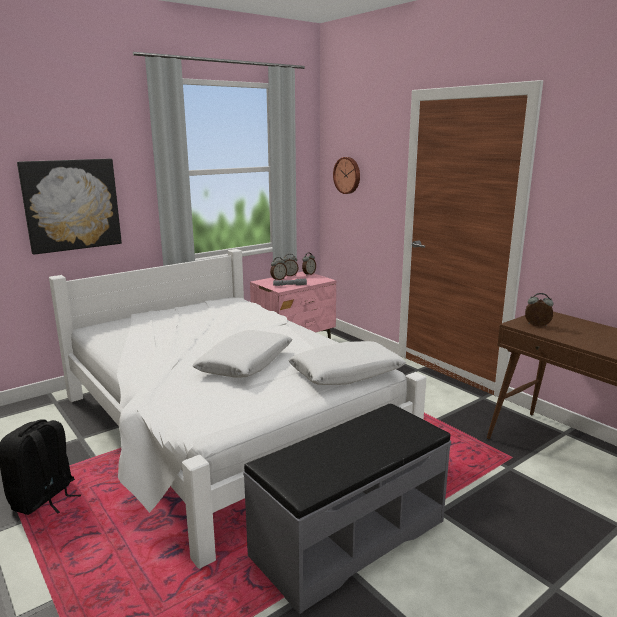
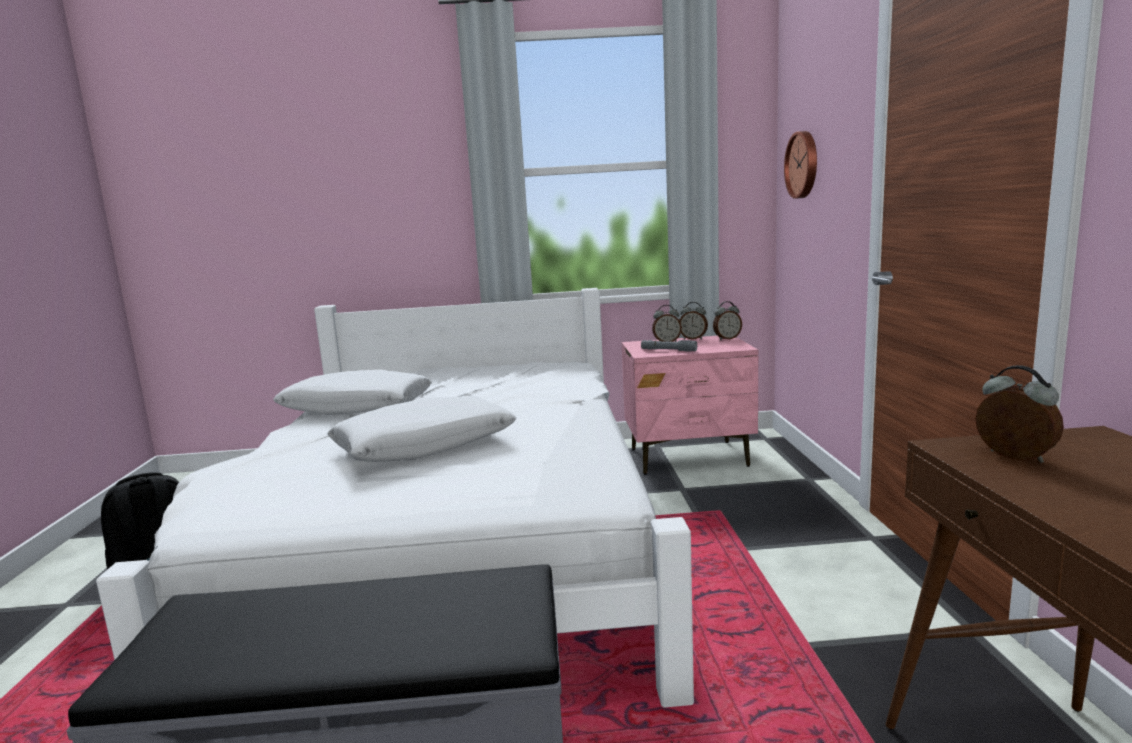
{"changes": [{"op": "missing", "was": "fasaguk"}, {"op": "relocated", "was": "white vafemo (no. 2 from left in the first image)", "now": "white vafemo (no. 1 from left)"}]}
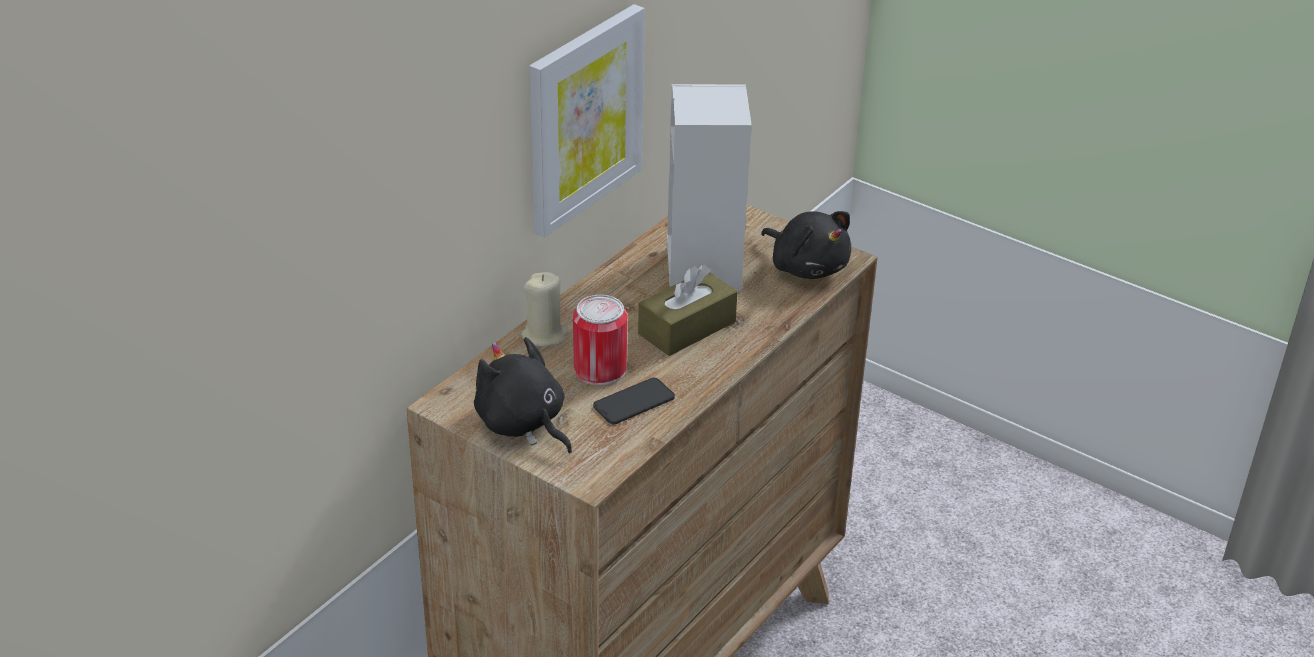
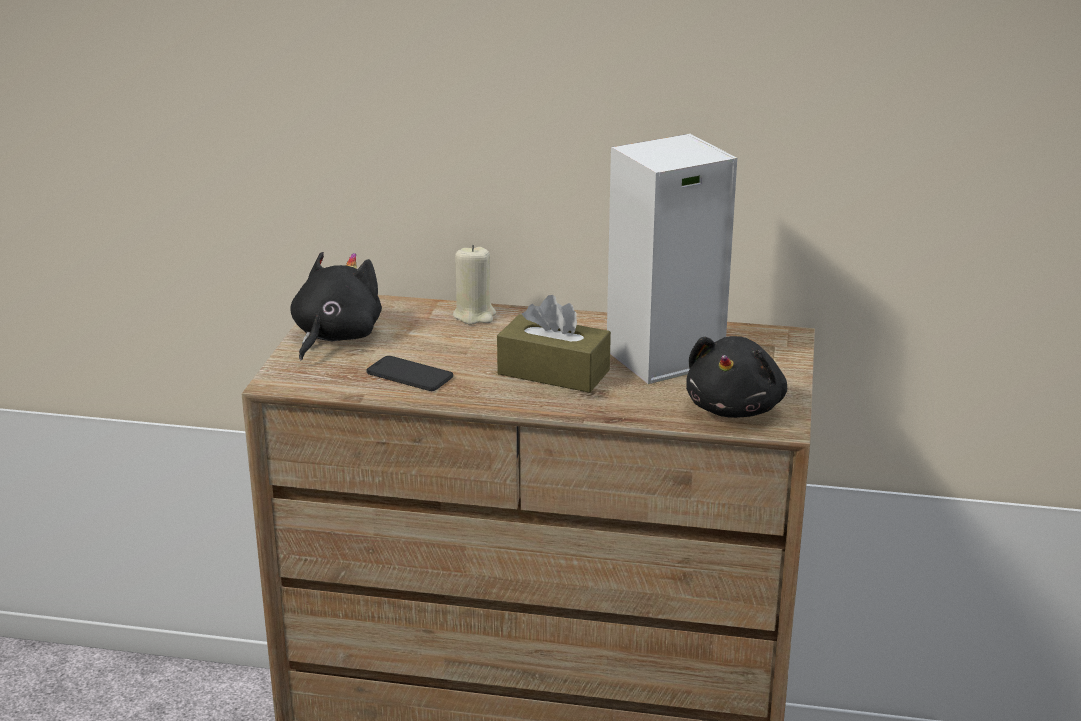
{"changes": [{"op": "missing", "was": "fasaguk"}, {"op": "missing", "was": "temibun"}]}
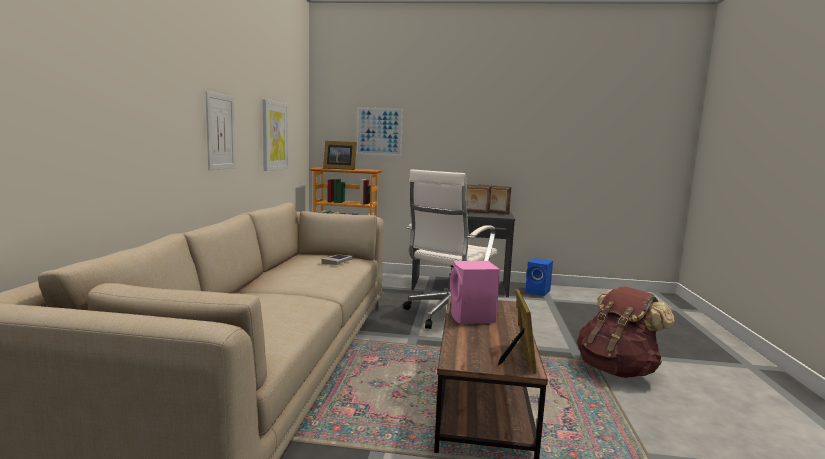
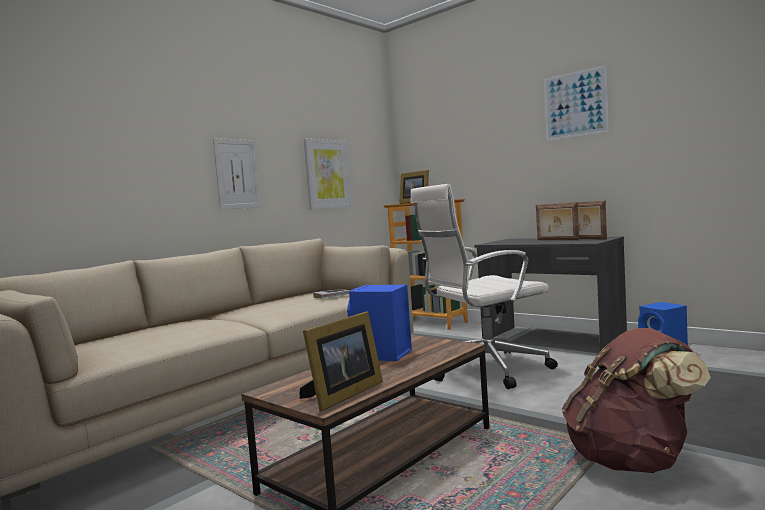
{"changes": [{"op": "relocated", "was": "fasaguk (no. 3 from left)"}, {"op": "colour", "was": "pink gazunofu", "now": "blue gazunofu (no. 1 from left)"}]}
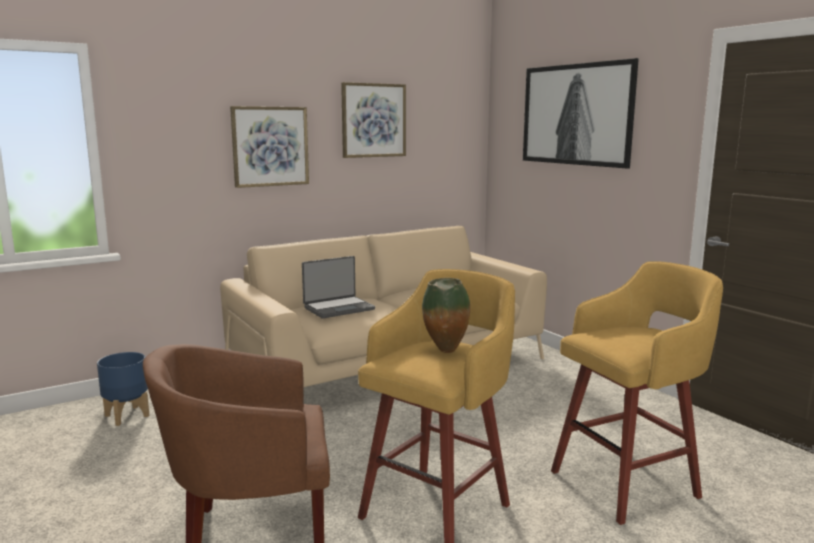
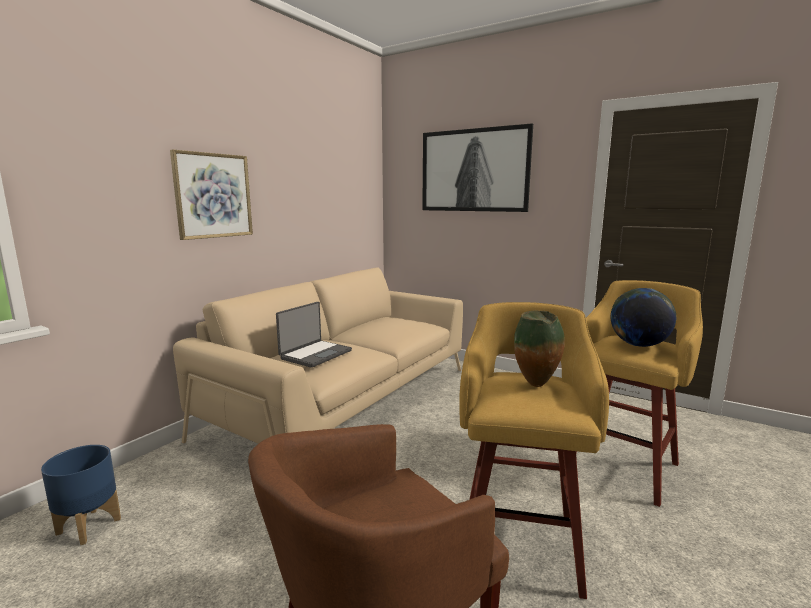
{"changes": [{"op": "missing", "was": "fasaguk (no. 2 from left)"}, {"op": "appeared", "now": "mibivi"}]}
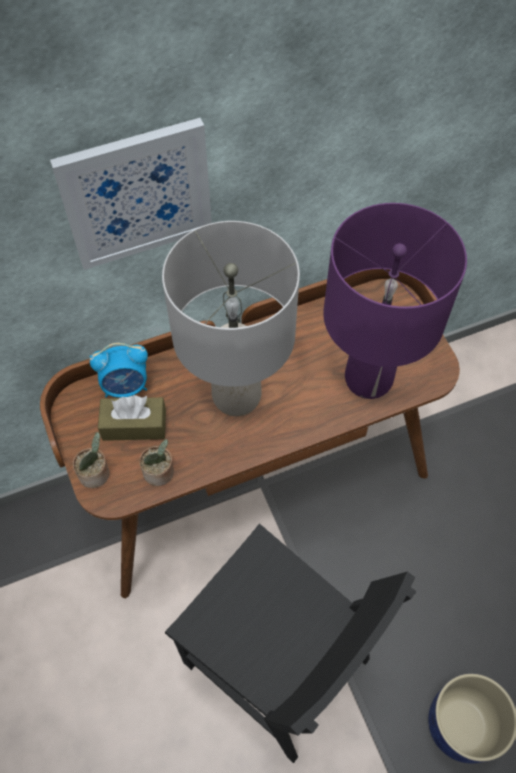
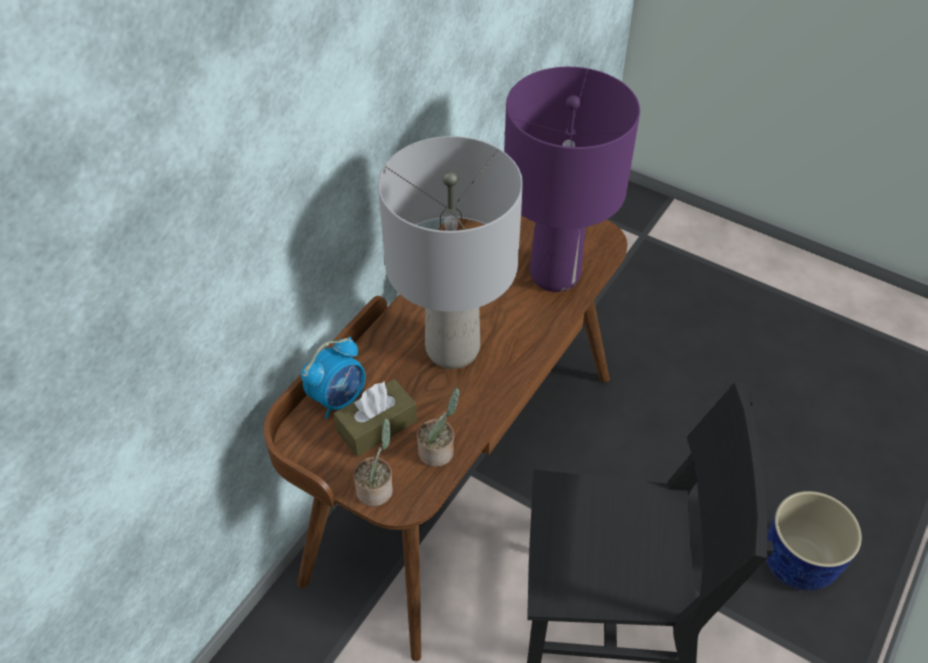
{"changes": [{"op": "missing", "was": "fasaguk"}]}
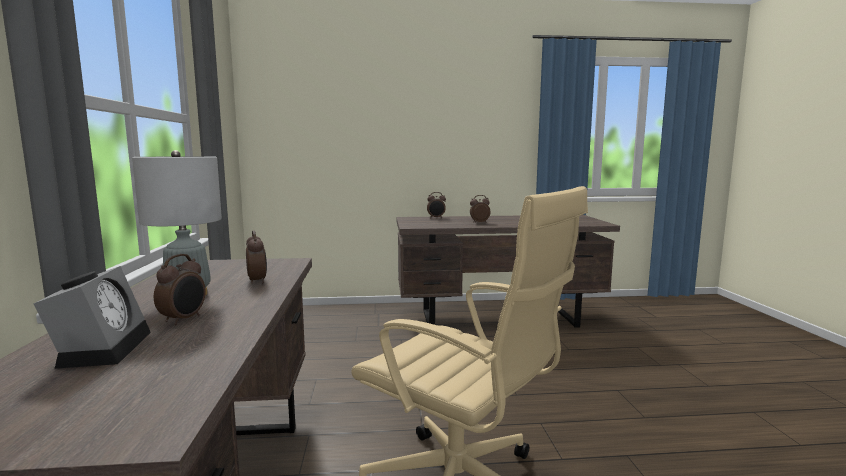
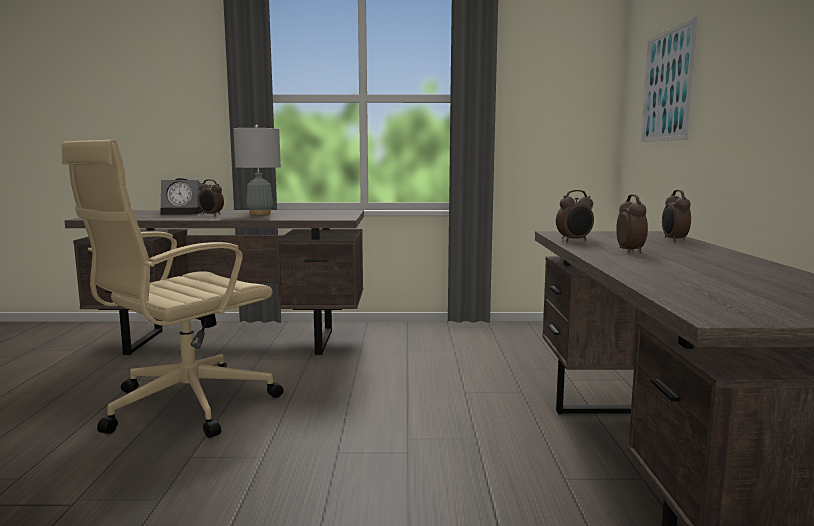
{"changes": [{"op": "relocated", "was": "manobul (no. 3 from left)"}, {"op": "appeared", "now": "fasaguk"}]}
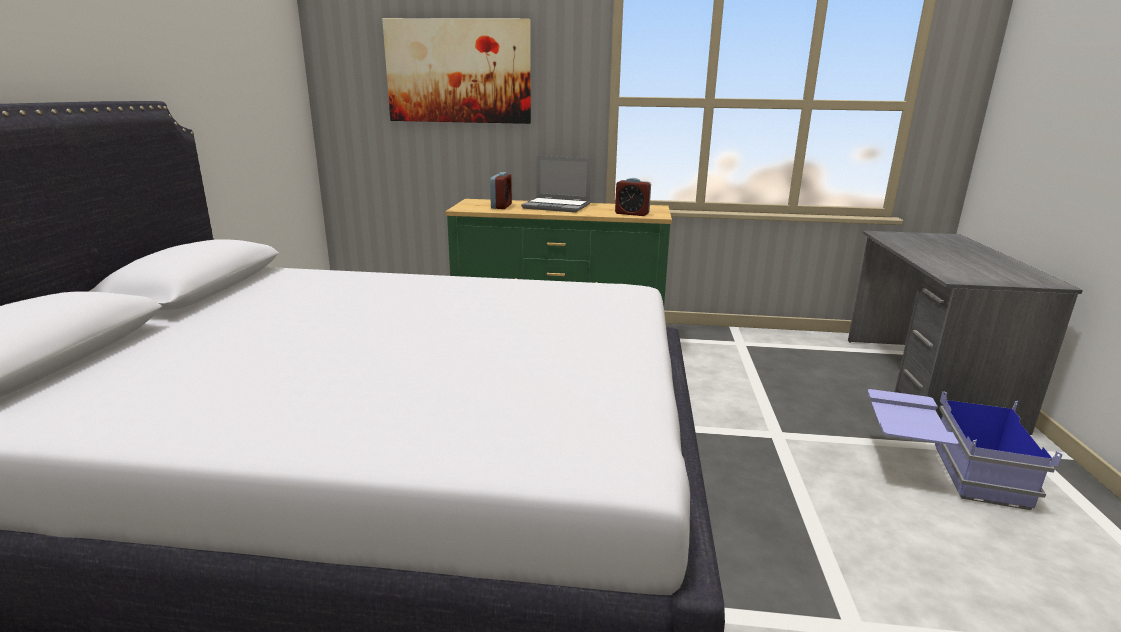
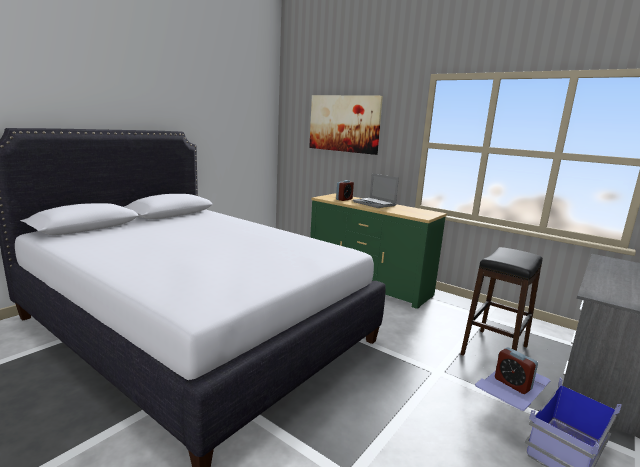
{"changes": [{"op": "relocated", "was": "manobul (no. 2 from left)"}, {"op": "appeared", "now": "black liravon"}]}
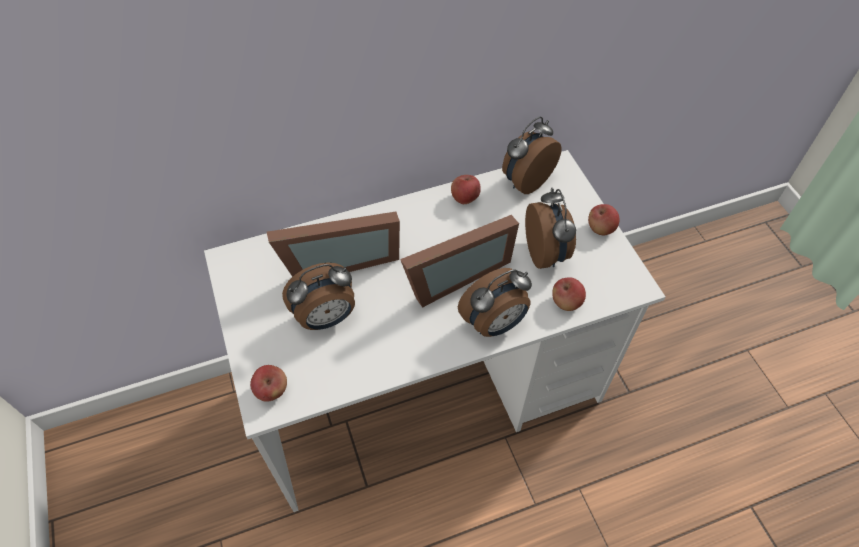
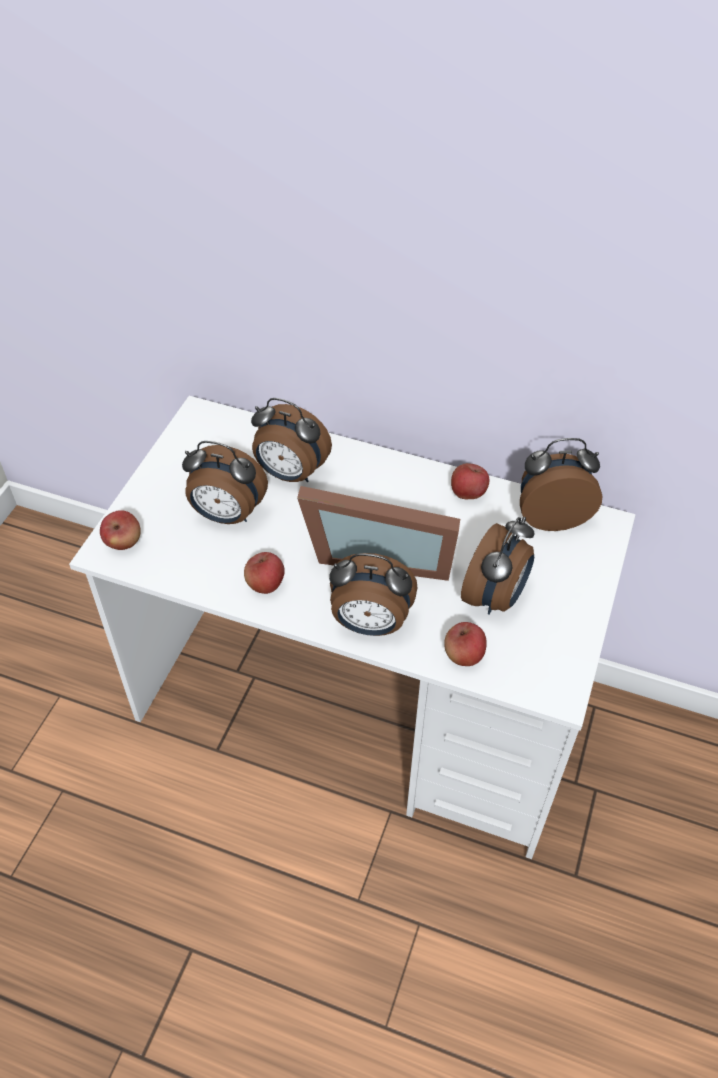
{"changes": [{"op": "exchanged", "was": "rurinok (no. 1 from left)", "now": "manobul (no. 2 from left)"}, {"op": "relocated", "was": "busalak (no. 4 from left in the first image)", "now": "busalak (no. 2 from left)"}]}
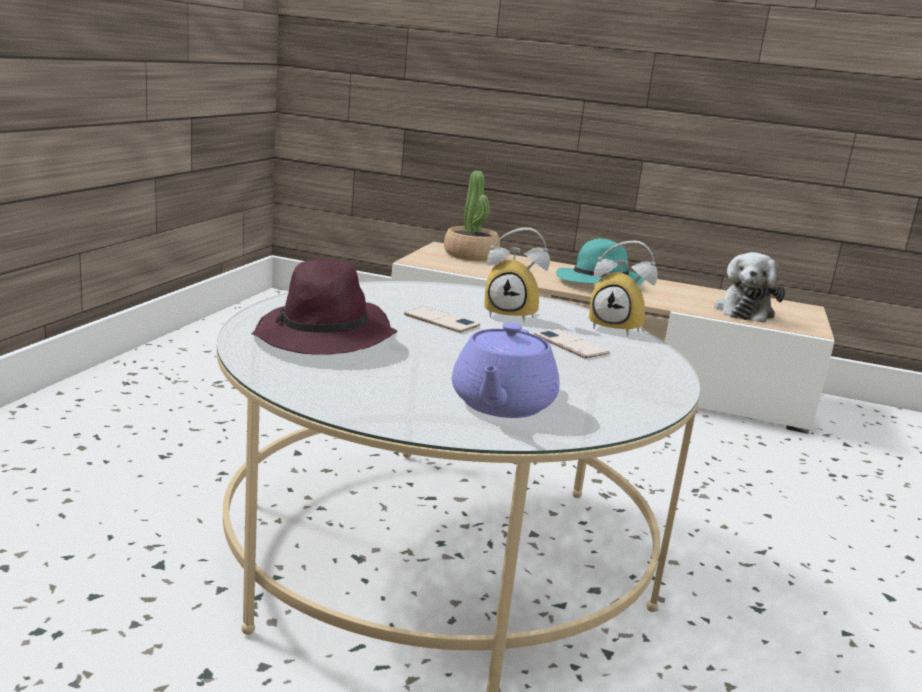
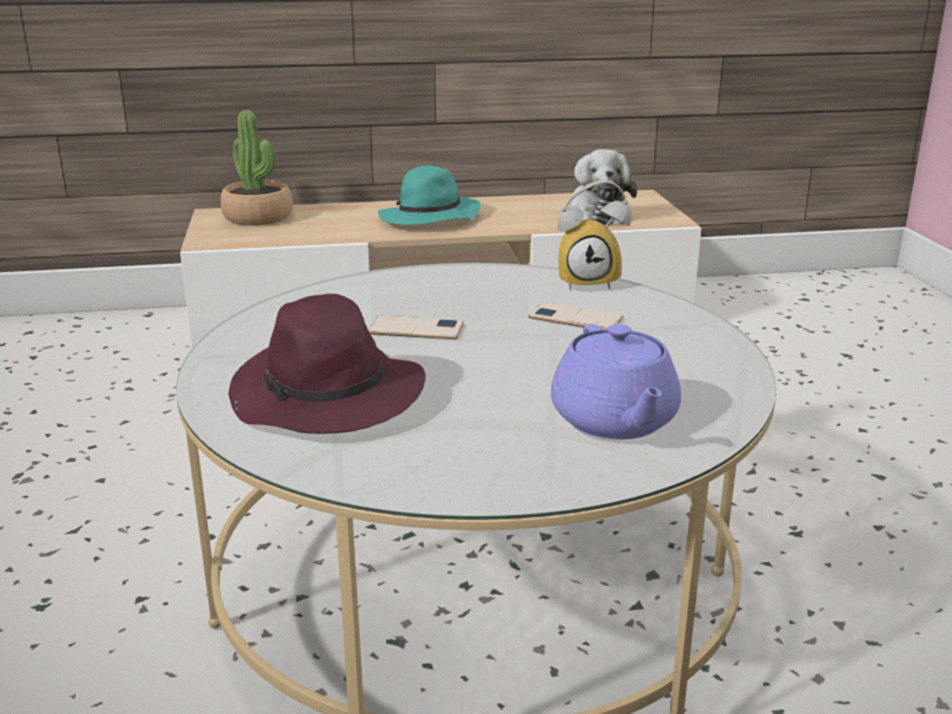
{"changes": [{"op": "missing", "was": "manobul (no. 1 from left)"}]}
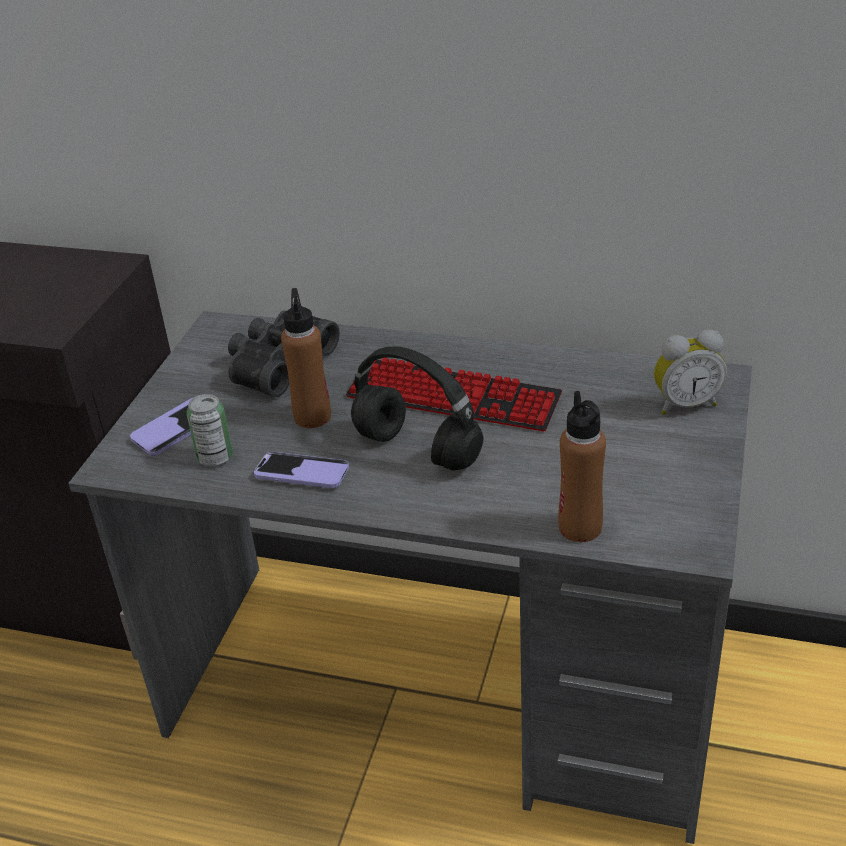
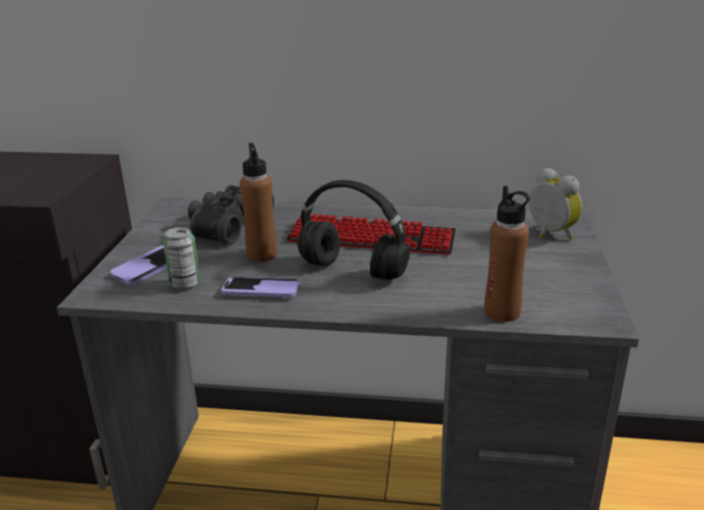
{"changes": [{"op": "spun", "was": "manobul", "clockwise": -105}]}
